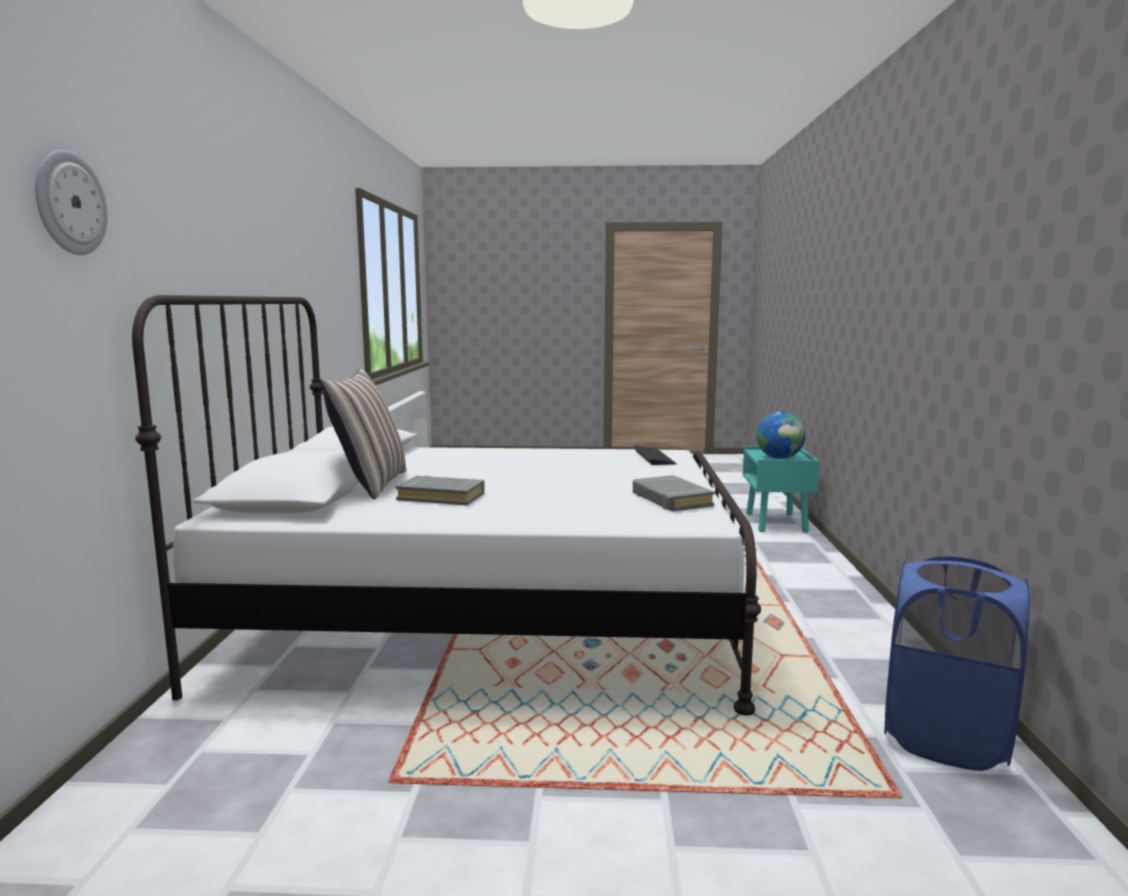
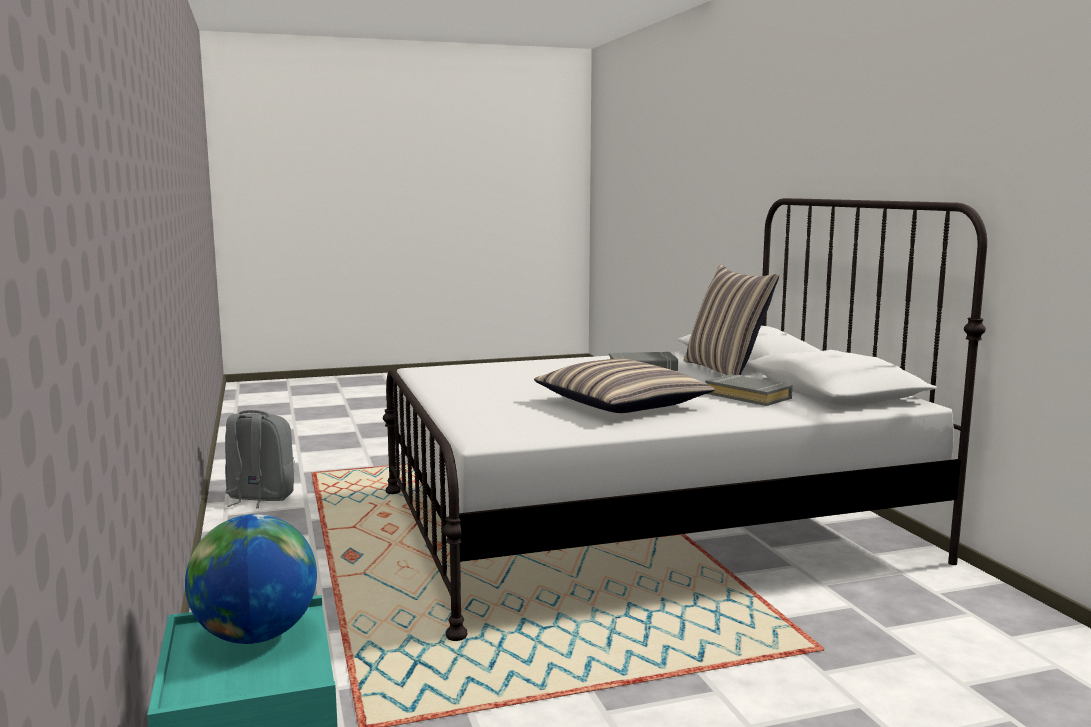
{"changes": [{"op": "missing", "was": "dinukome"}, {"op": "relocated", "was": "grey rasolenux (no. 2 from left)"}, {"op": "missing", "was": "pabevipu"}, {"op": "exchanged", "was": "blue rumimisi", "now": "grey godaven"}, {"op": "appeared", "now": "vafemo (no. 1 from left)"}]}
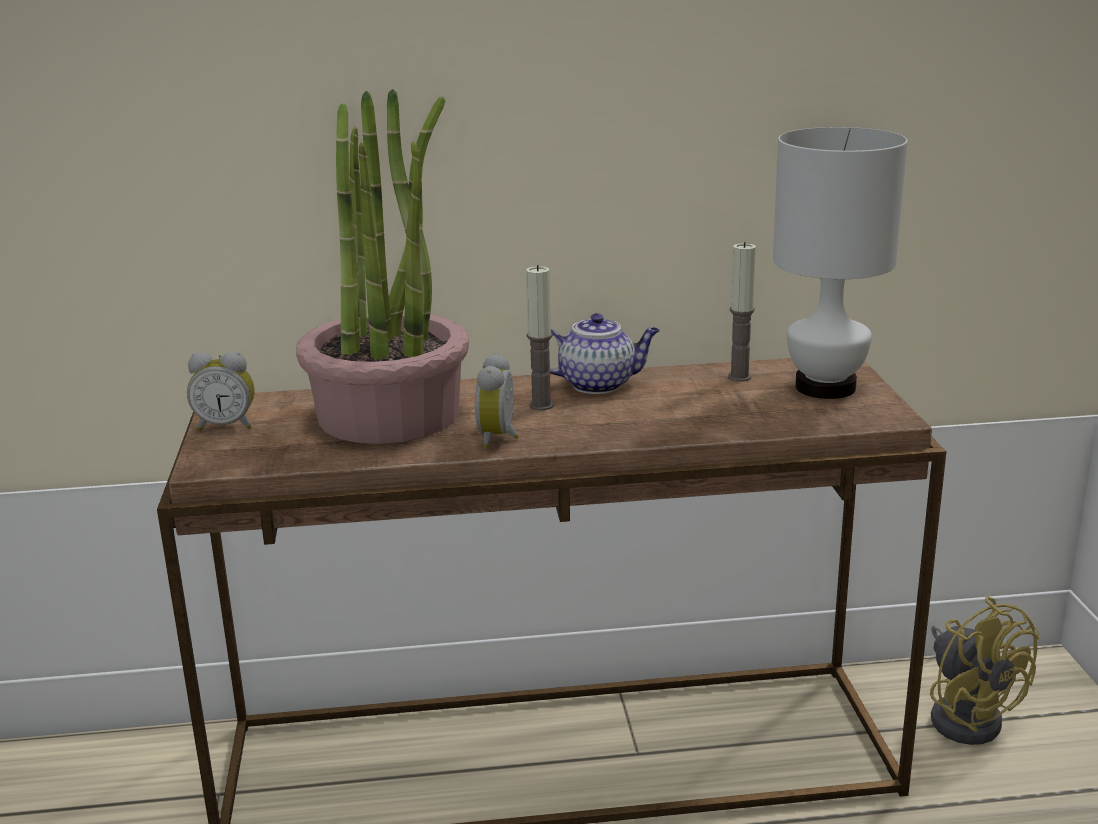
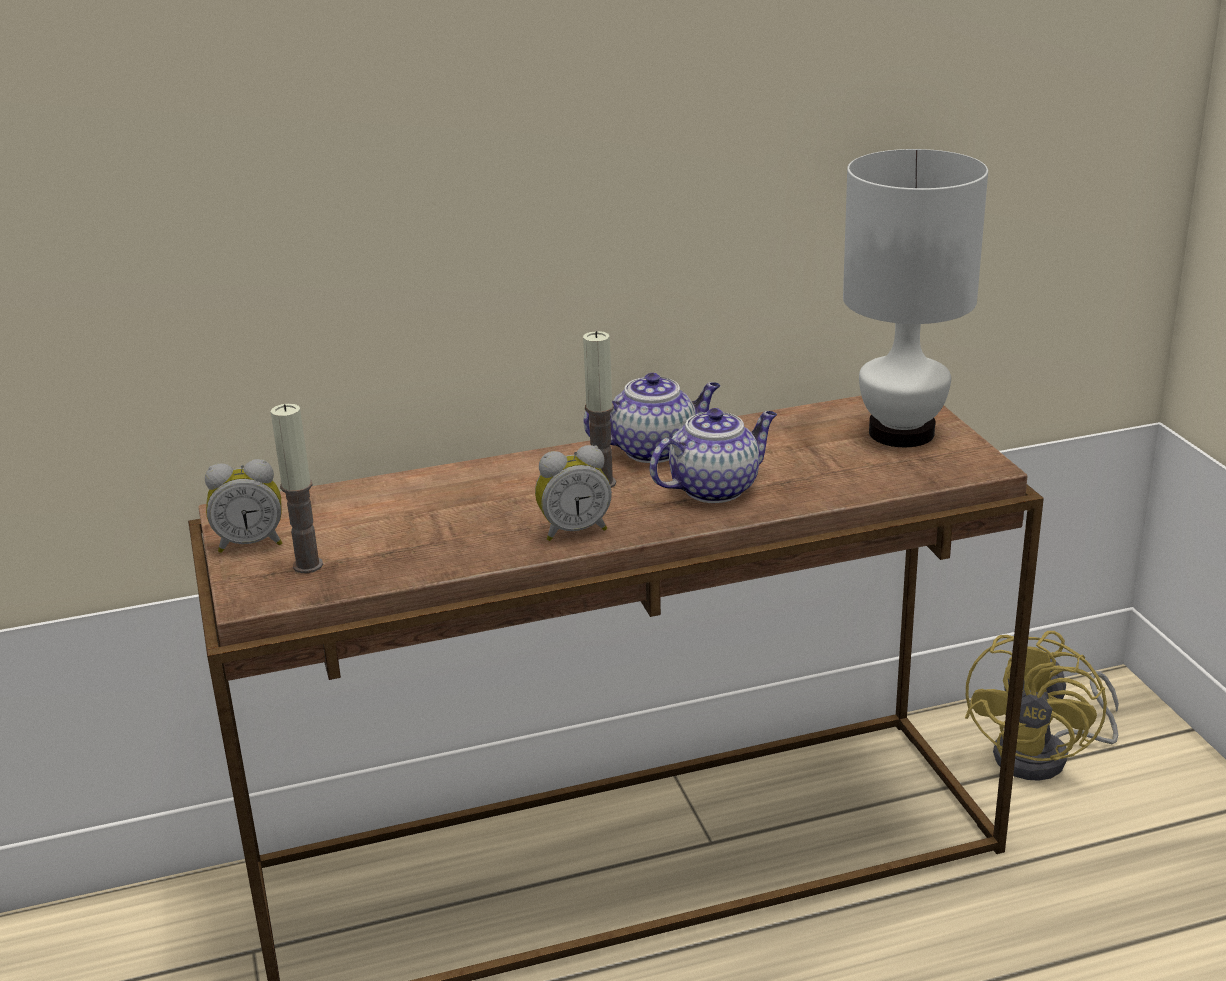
{"changes": [{"op": "missing", "was": "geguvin"}, {"op": "spun", "was": "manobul (no. 2 from left)", "clockwise": -105}, {"op": "relocated", "was": "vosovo (no. 2 from left in the first image)", "now": "vosovo (no. 1 from left)"}, {"op": "spun", "was": "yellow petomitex", "clockwise": 60}, {"op": "appeared", "now": "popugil (no. 2 from left)"}]}
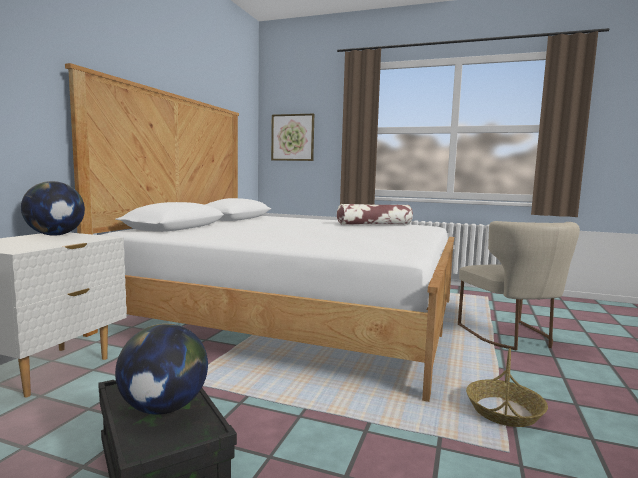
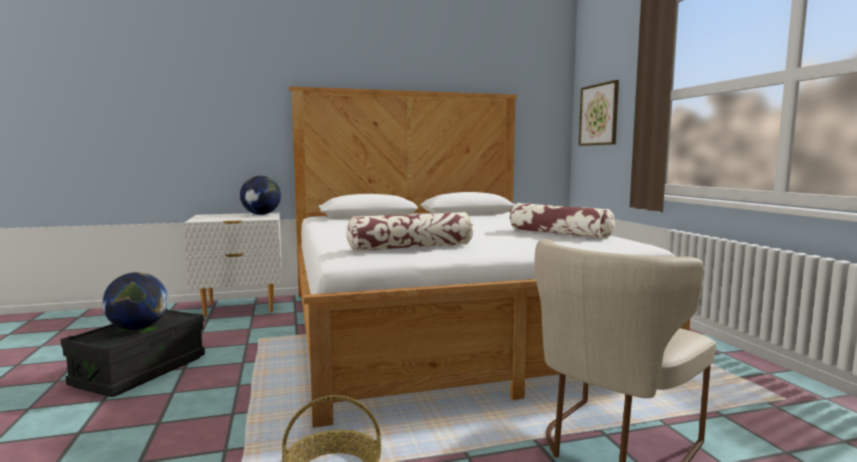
{"changes": [{"op": "appeared", "now": "vafemo (no. 1 from left)"}]}
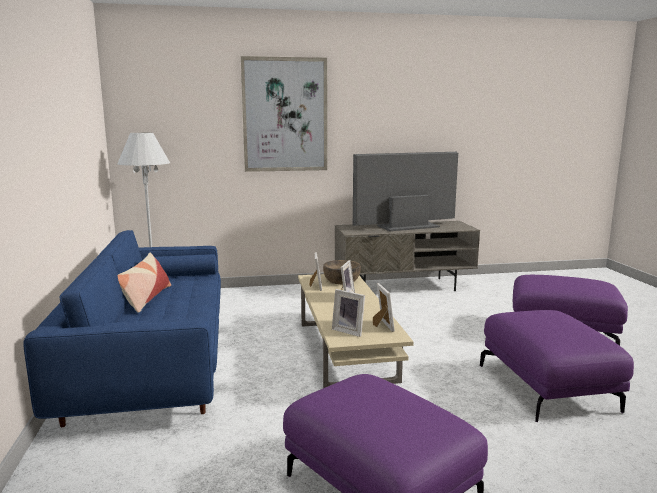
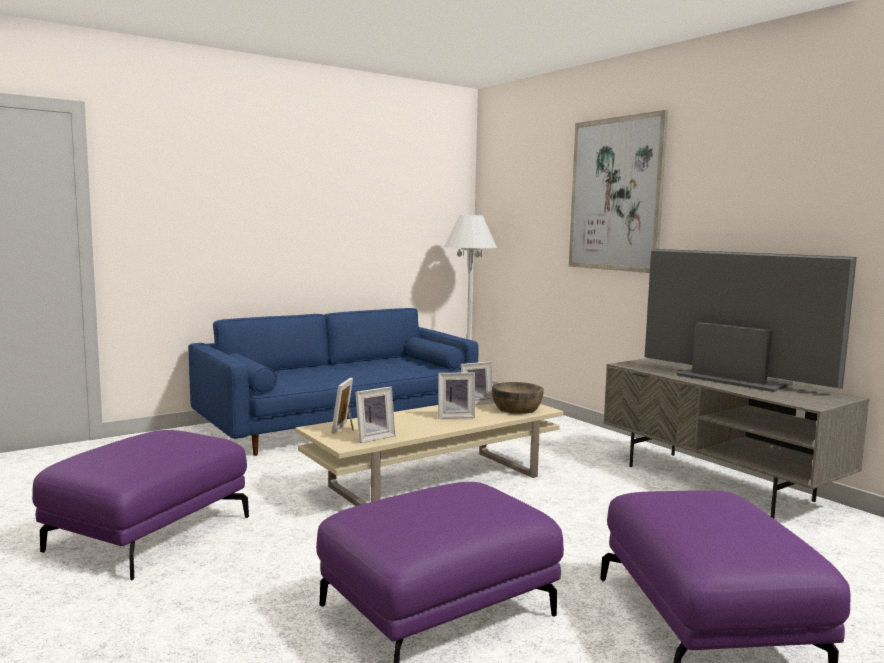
{"changes": [{"op": "missing", "was": "vafemo"}]}
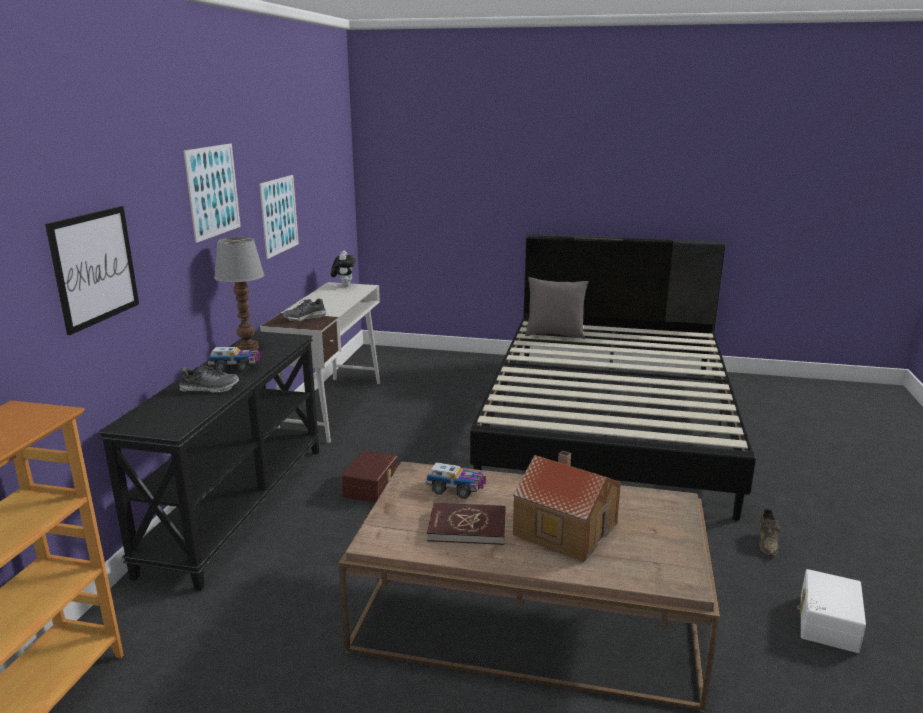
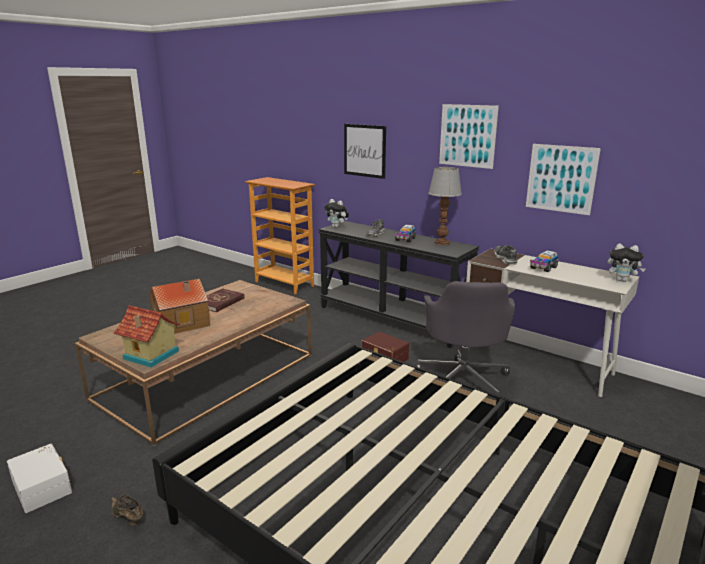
{"changes": [{"op": "relocated", "was": "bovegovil (no. 2 from left)"}, {"op": "missing", "was": "grey vafemo"}, {"op": "appeared", "now": "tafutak (no. 1 from left)"}, {"op": "appeared", "now": "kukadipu (no. 1 from left)"}, {"op": "appeared", "now": "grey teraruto"}]}
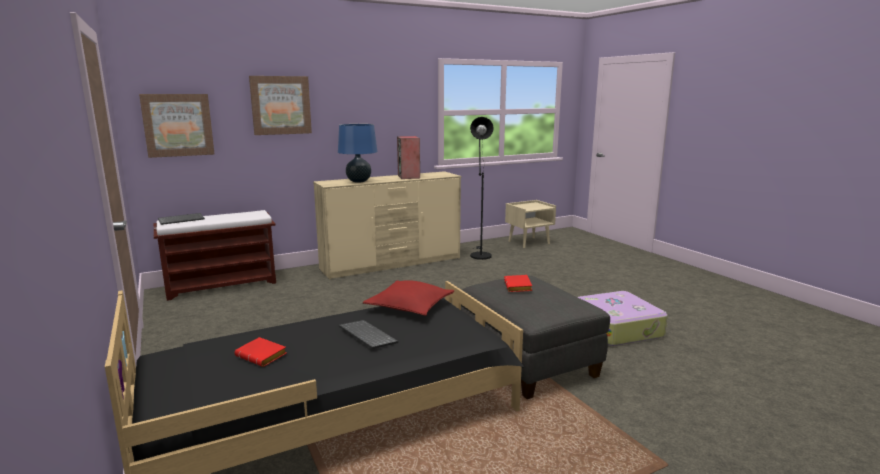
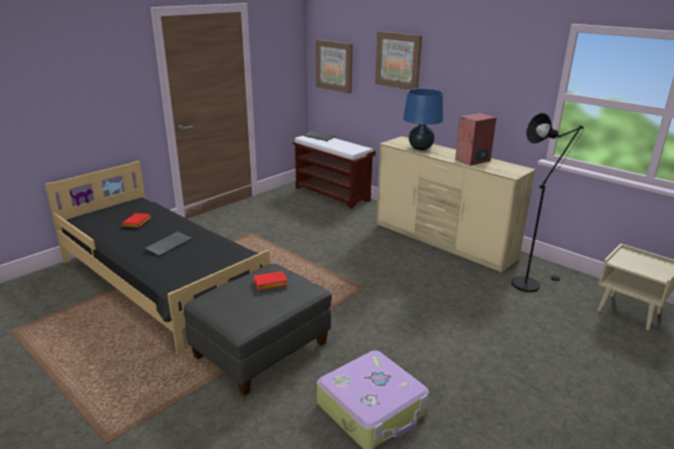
{"changes": [{"op": "missing", "was": "red vafemo"}]}
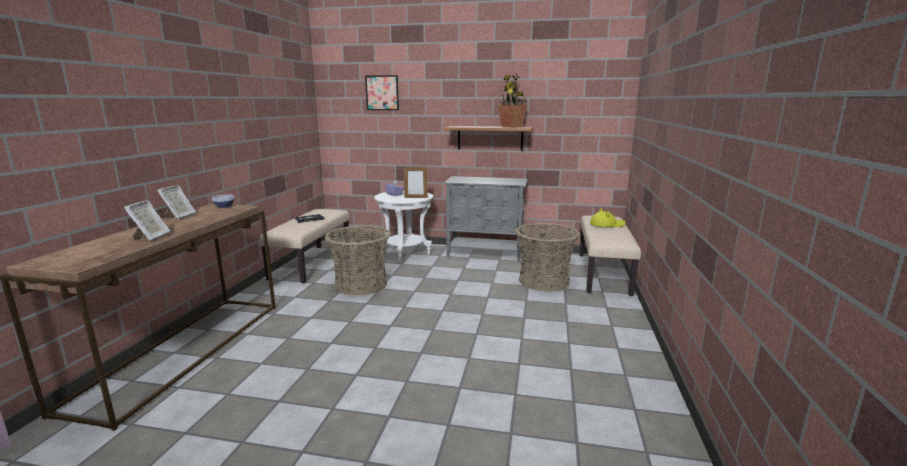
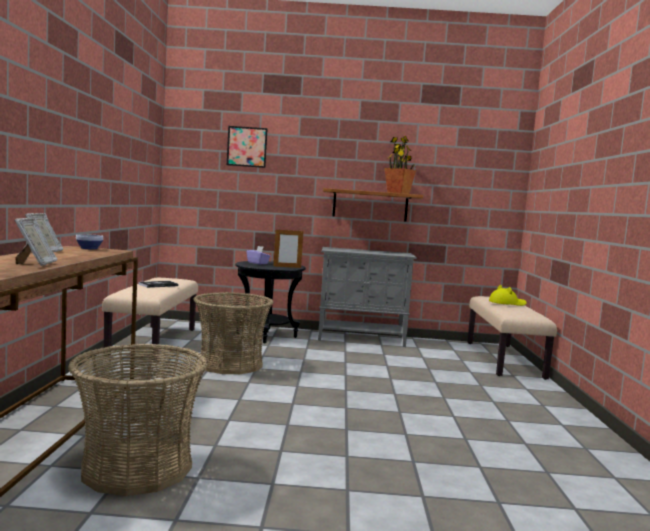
{"changes": [{"op": "colour", "was": "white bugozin", "now": "black bugozin"}, {"op": "relocated", "was": "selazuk (no. 2 from left in the first image)", "now": "selazuk (no. 1 from left)"}]}
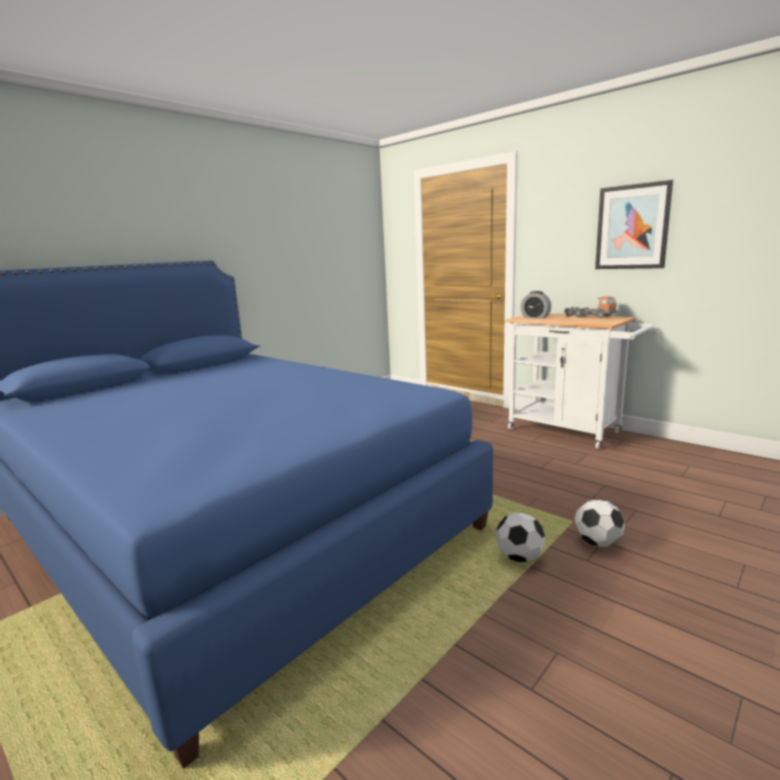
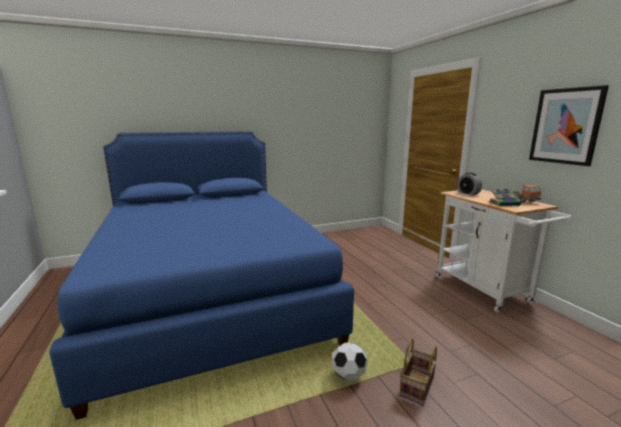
{"changes": [{"op": "exchanged", "was": "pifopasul (no. 2 from left)", "now": "selazuk"}, {"op": "appeared", "now": "rasolenux"}]}
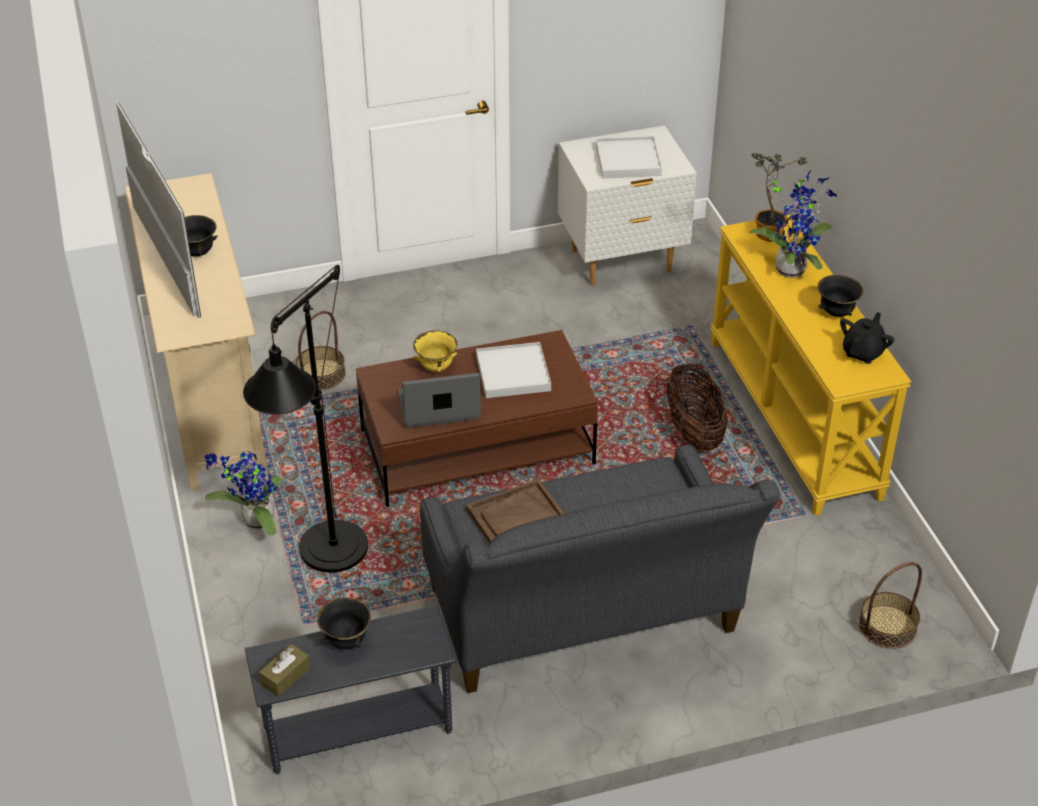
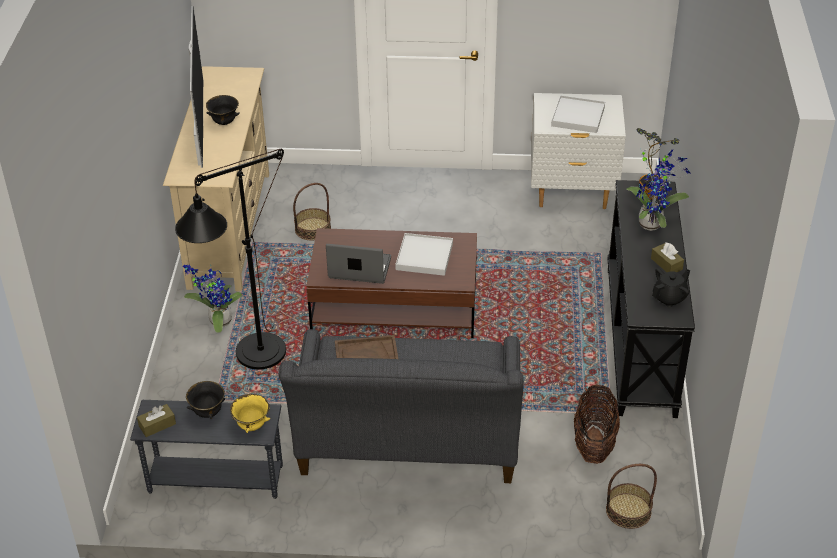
{"changes": [{"op": "relocated", "was": "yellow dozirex"}, {"op": "relocated", "was": "selazuk (no. 2 from left)"}, {"op": "colour", "was": "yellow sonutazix", "now": "black sonutazix"}, {"op": "exchanged", "was": "black dozirex (no. 3 from left)", "now": "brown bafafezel (no. 2 from left)"}]}
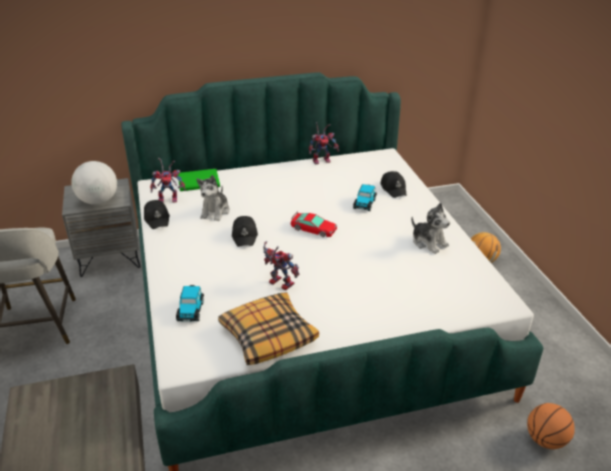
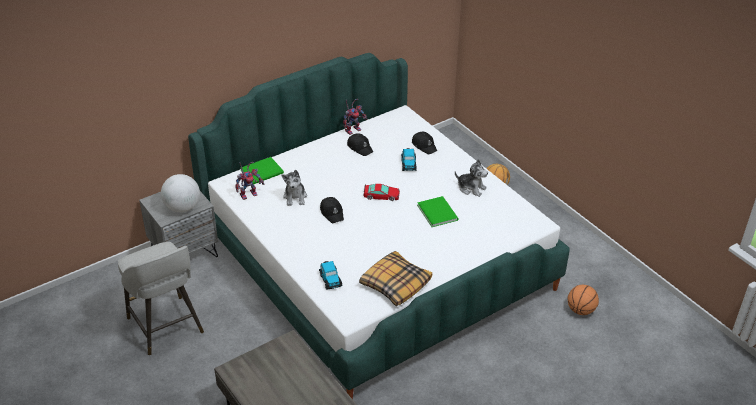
{"changes": [{"op": "relocated", "was": "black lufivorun (no. 1 from left in the first image)", "now": "black lufivorun (no. 2 from left)"}, {"op": "missing", "was": "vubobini (no. 2 from left)"}, {"op": "appeared", "now": "green rasolenux (no. 2 from left)"}]}
